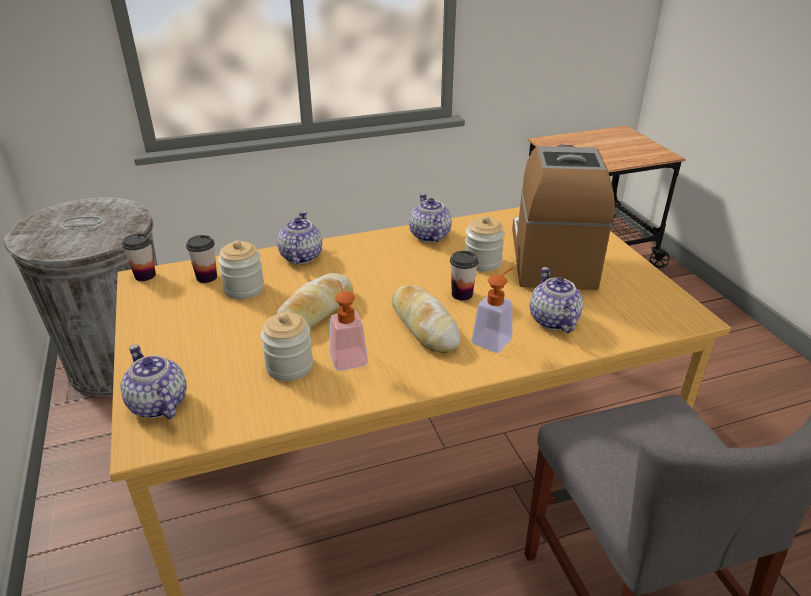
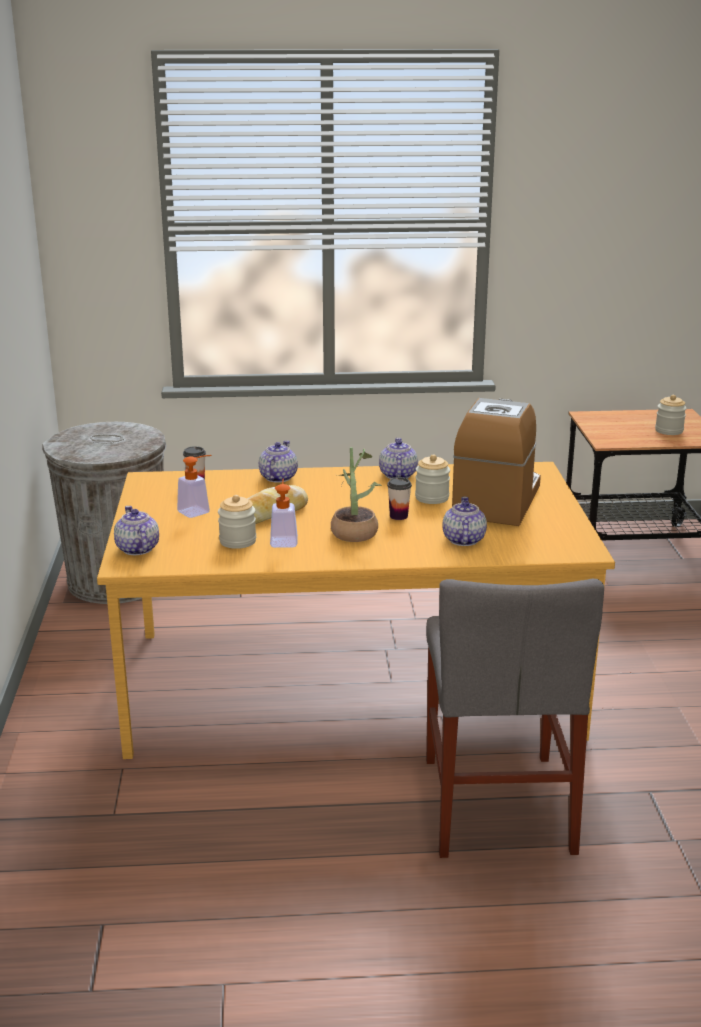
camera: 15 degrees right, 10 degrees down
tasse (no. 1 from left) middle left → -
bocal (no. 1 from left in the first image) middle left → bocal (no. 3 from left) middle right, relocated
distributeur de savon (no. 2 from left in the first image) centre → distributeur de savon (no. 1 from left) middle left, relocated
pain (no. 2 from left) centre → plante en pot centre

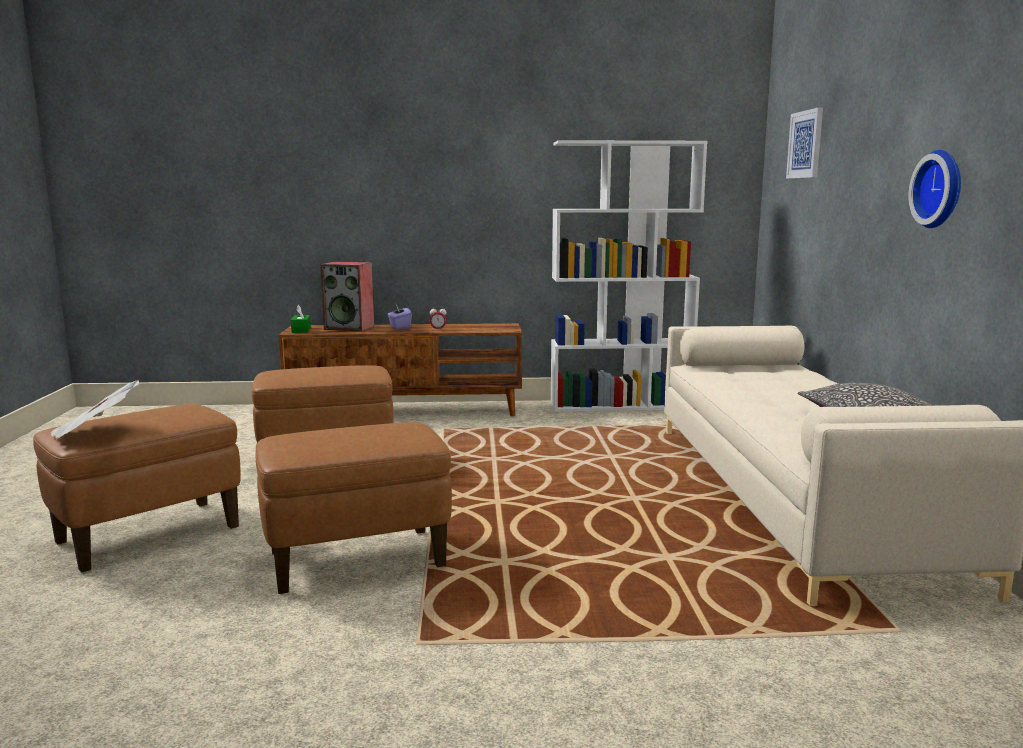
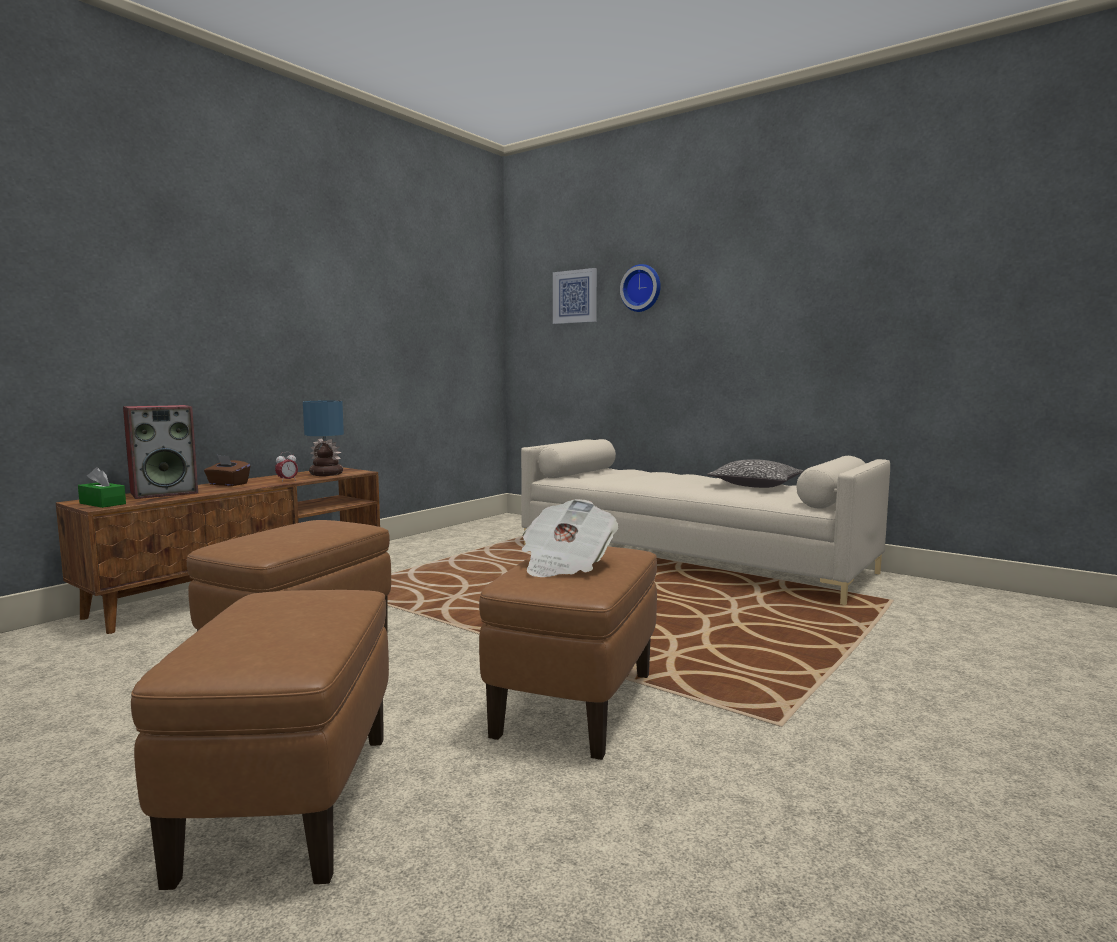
camera: 50 degrees left, 5 degrees down
bibliothèque/blanc centre → -
horloge murale top right → horloge murale top centre, relocated
boîte à mouchoirs/violet centre → boîte à mouchoirs/marron middle left
journal middle left → journal centre, relocated
- → lampe de table middle left

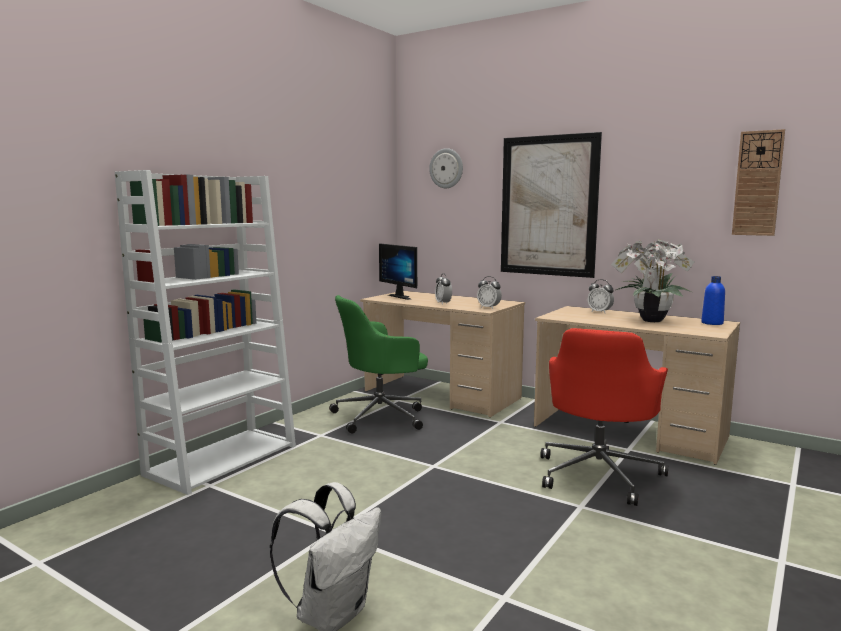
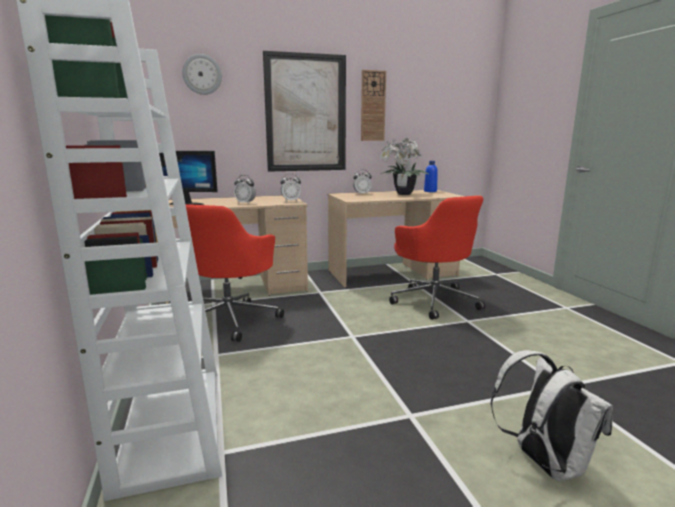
camera: 50 degrees left, 5 degrees up
horloge murale (no. 2 from left) top right → horloge murale (no. 2 from left) top centre, relocated
chaise de bureau/vert centre → chaise de bureau/rouge (no. 1 from left) centre

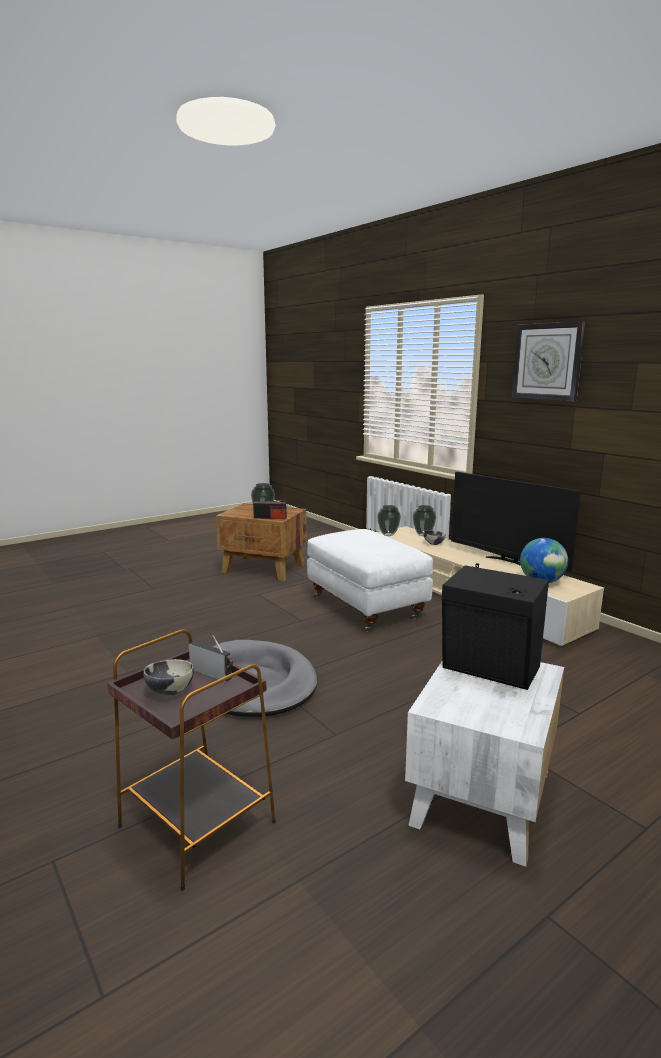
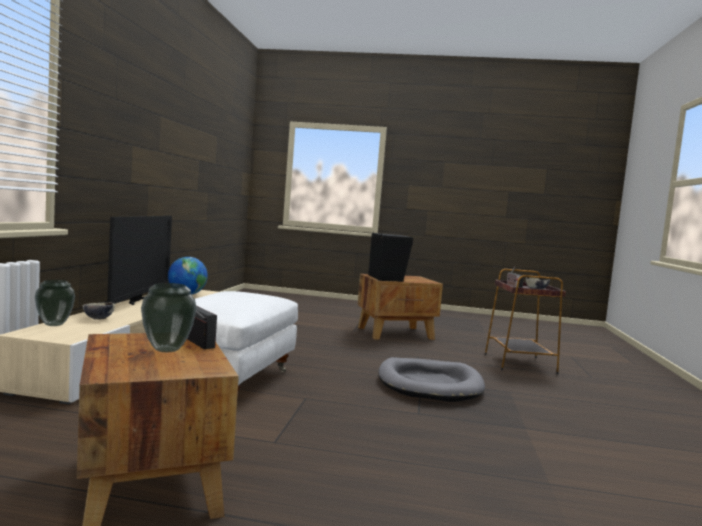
camera: 135 degrees left, 10 degrees down
horloge murale middle right → -
vase (no. 2 from left) centre → -
table d'appoint/blanc bottom right → table d'appoint/marron (no. 2 from left) centre

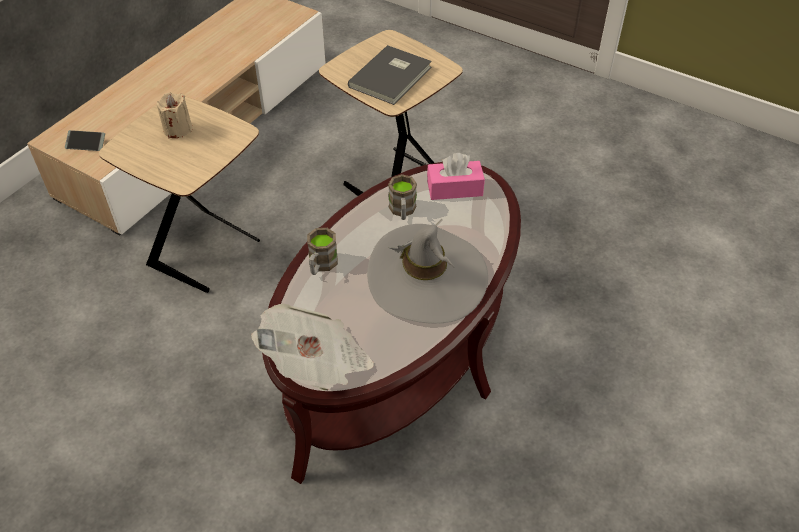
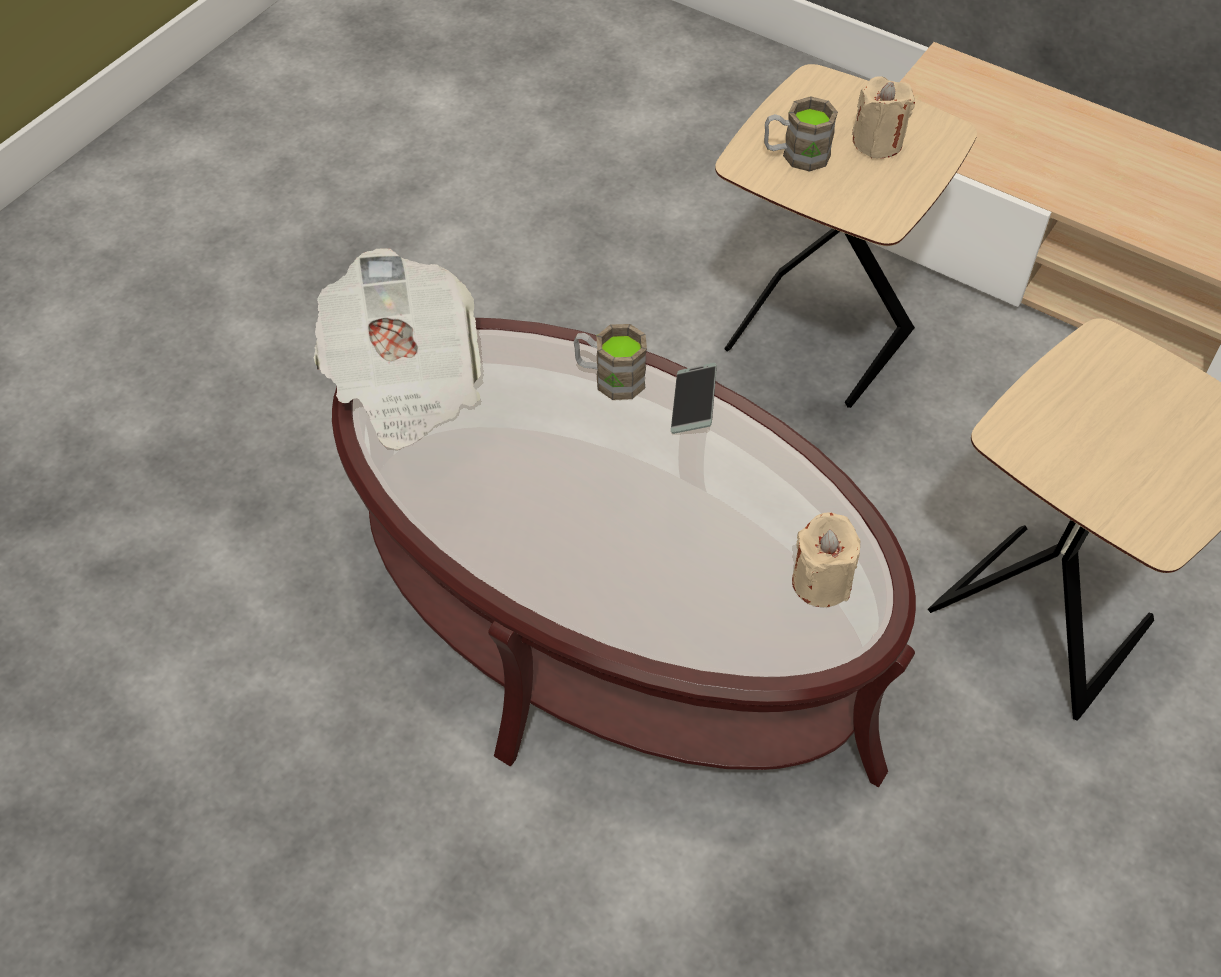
camera: 90 degrees right, 5 degrees up
livre/gris top centre → -
téléphone top left → téléphone centre, relocated
boîte à mouchoirs/rose top centre → bougie/beige (no. 1 from left) middle right
mug/marron (no. 2 from left) centre → mug/marron (no. 2 from left) top centre, relocated
chapeau/gris centre → -

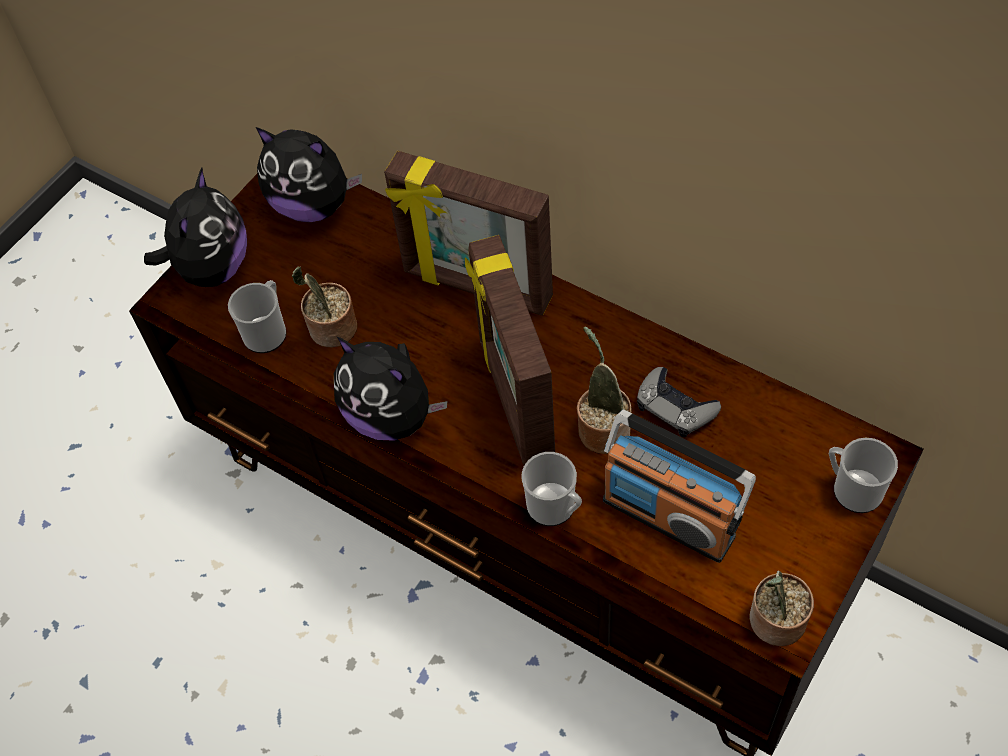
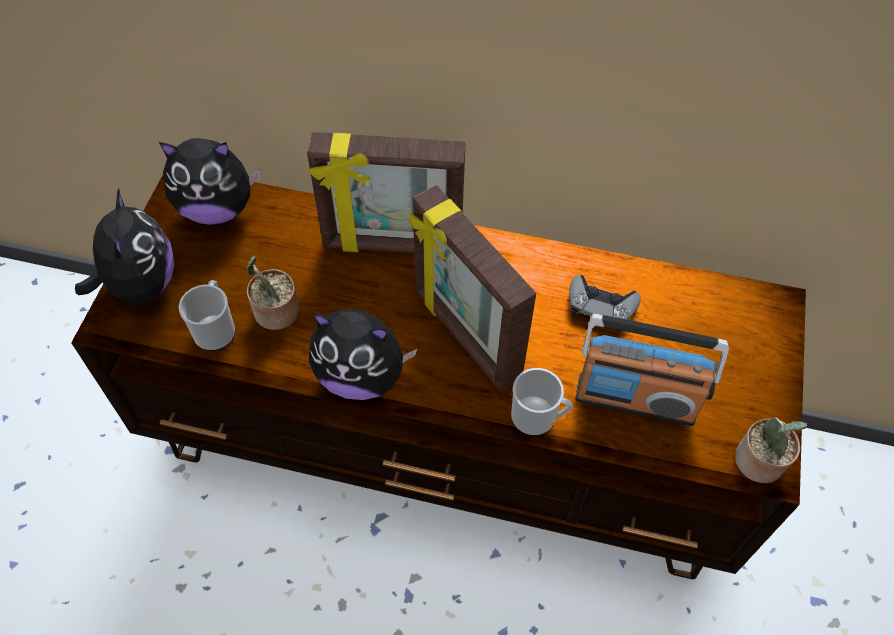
camera: 25 degrees left, 0 degrees up
plante en pot (no. 2 from left) centre → -
mug (no. 3 from left) middle right → -

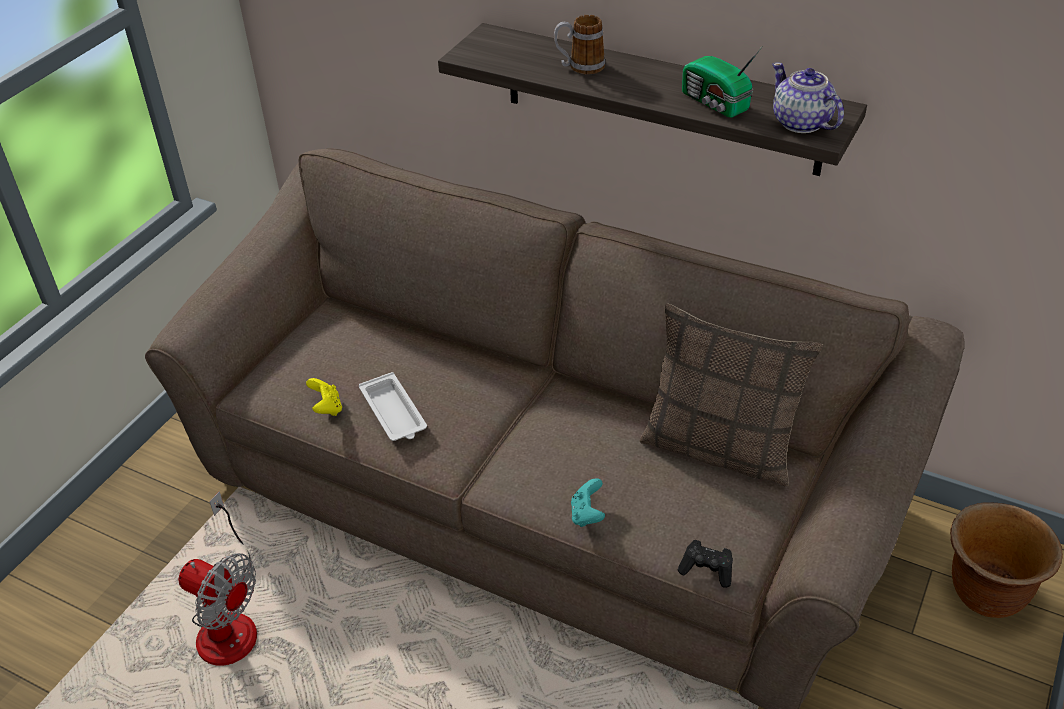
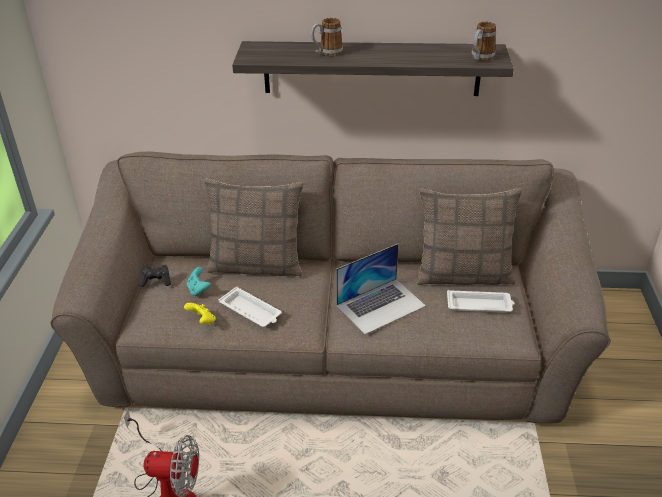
camera: 25 degrees left, 5 degrees down
radio top right → -
théière top right → mug (no. 2 from left) top right
manette/turquoise bottom centre → manette/turquoise middle left, relocated
cache-pot/marron bottom right → -
manette/noir bottom centre → manette/noir middle left, relocated
- → coussin (no. 1 from left) centre
- → ordinateur portable centre
- → plateau/blanc (no. 2 from left) middle right

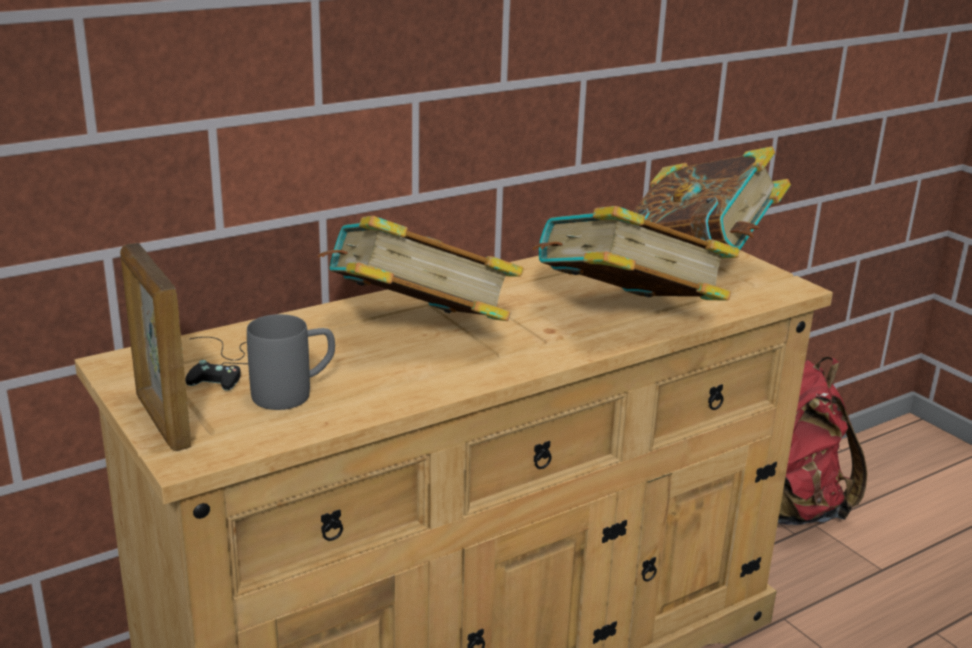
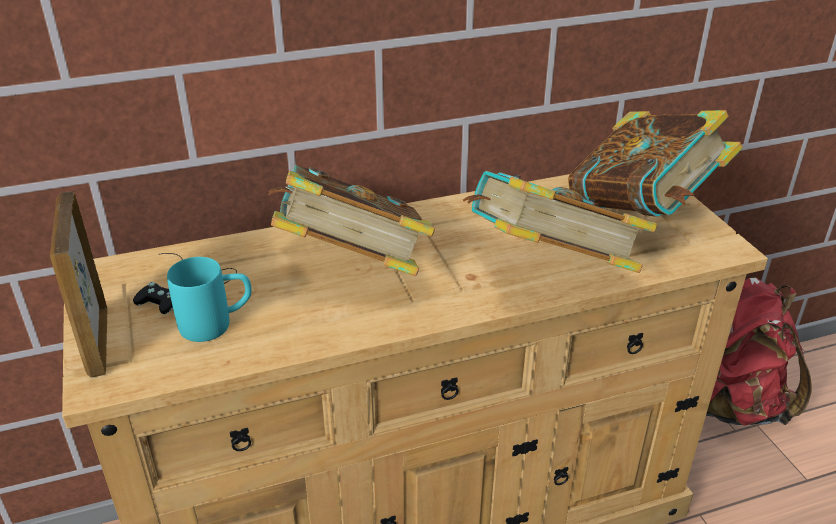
camera: 15 degrees right, 10 degrees up
mug/gris middle left → mug/turquoise middle left

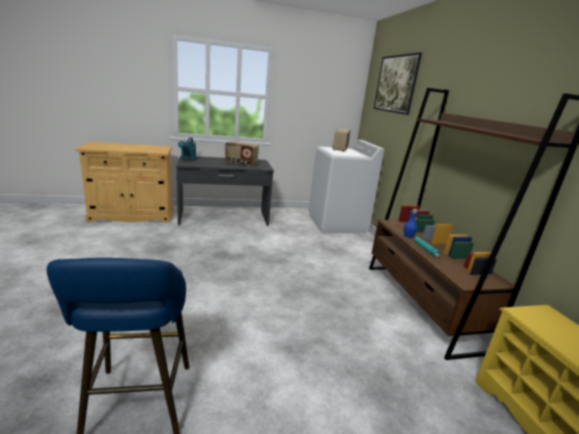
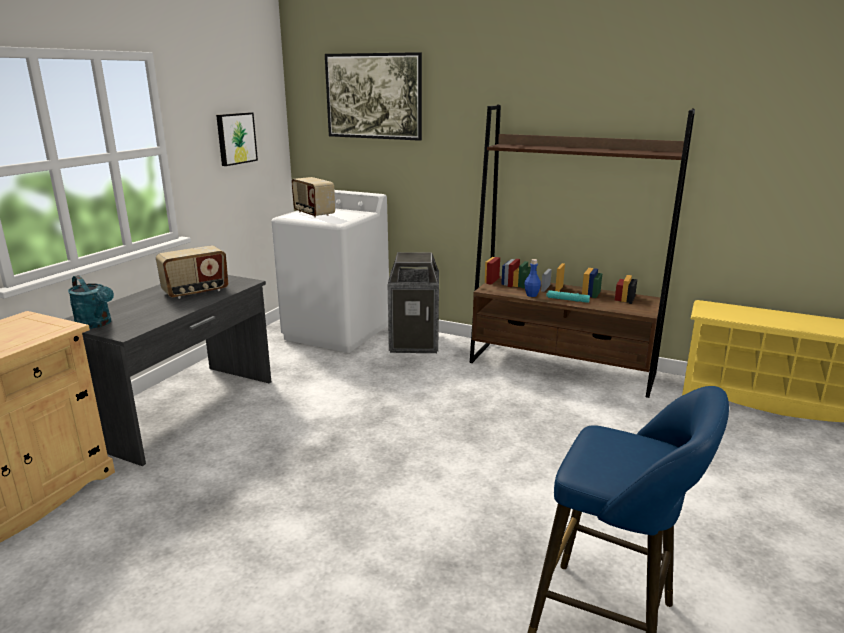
camera: 50 degrees left, 0 degrees up
- → tableau (no. 1 from left) top left
- → poubelle centre

